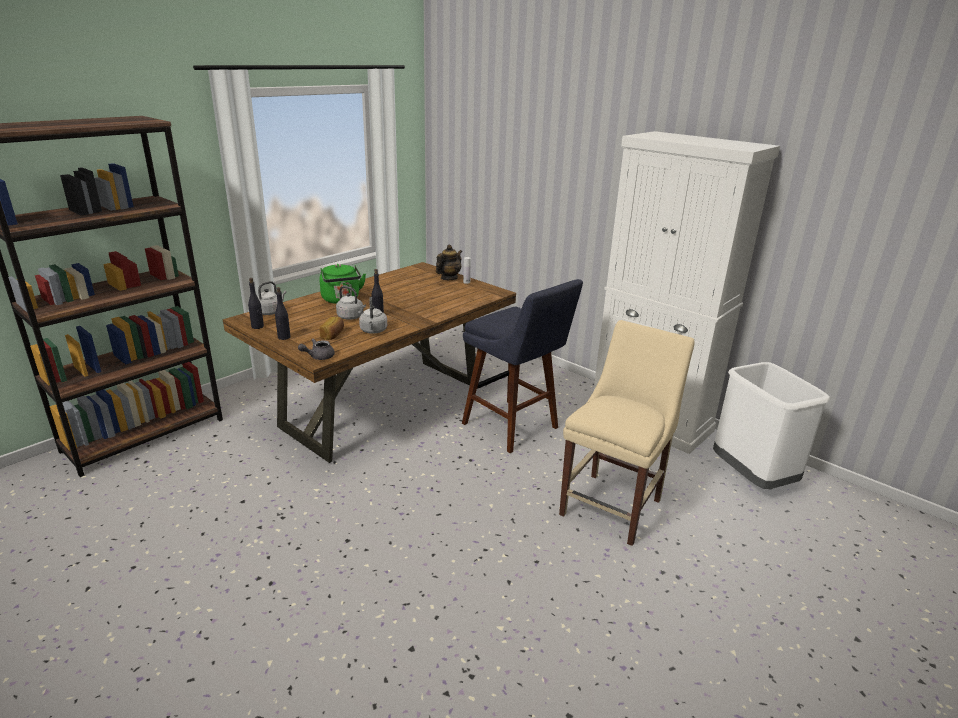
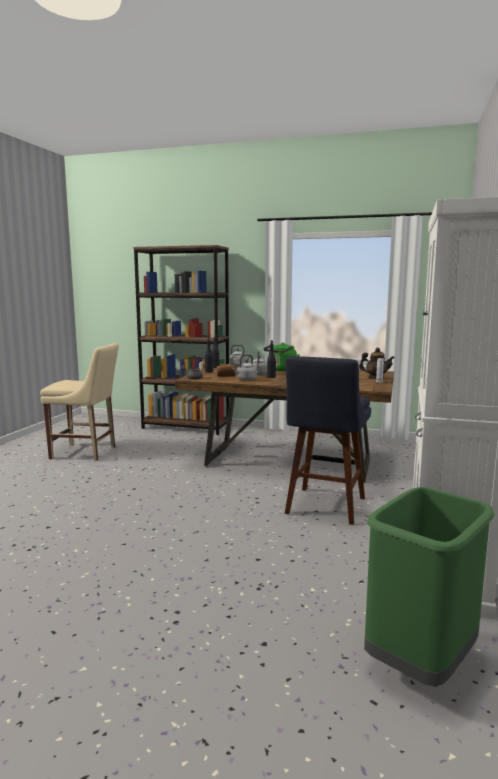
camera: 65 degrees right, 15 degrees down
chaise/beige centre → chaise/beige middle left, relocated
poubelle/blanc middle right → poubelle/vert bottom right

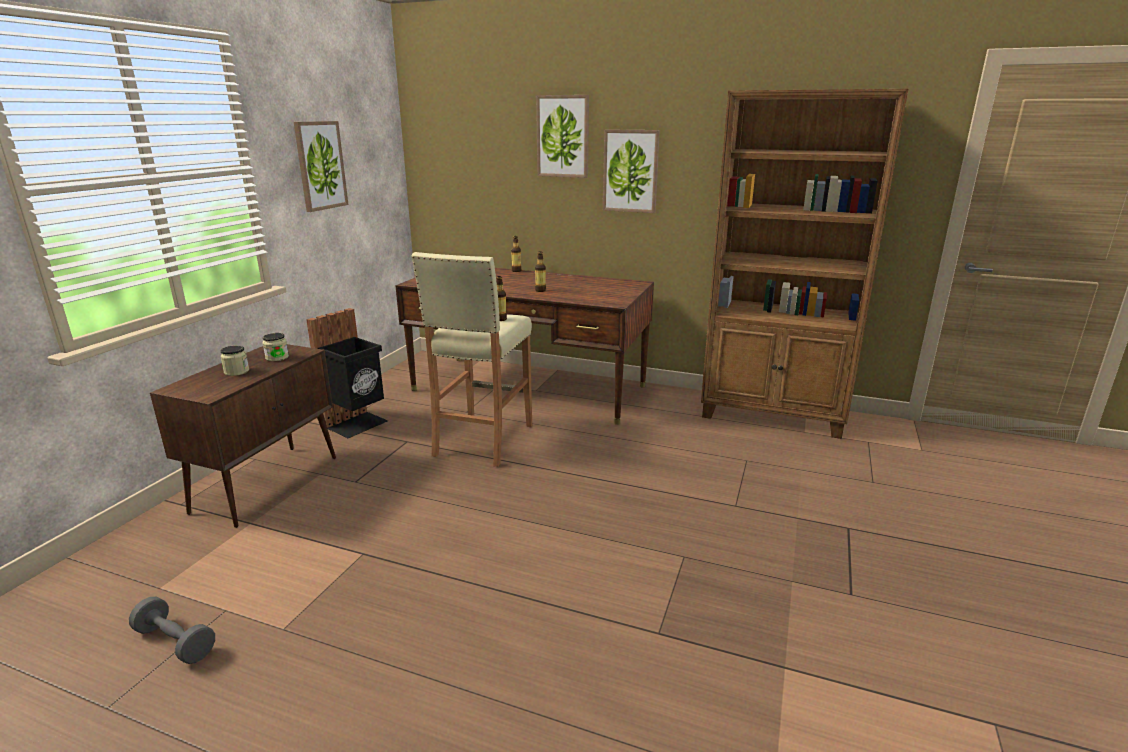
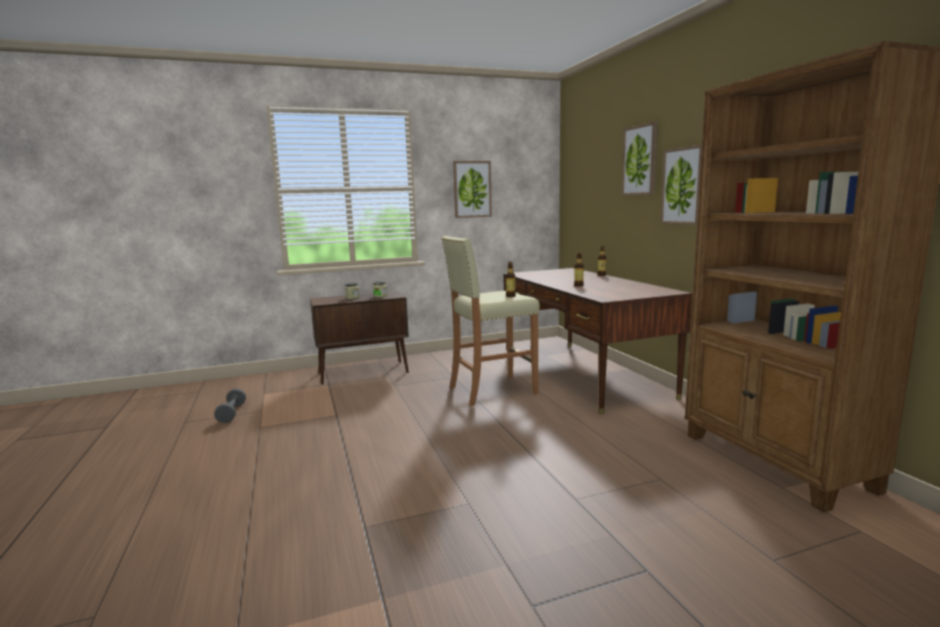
camera: 50 degrees right, 10 degrees down
poubelle/noir middle left → -

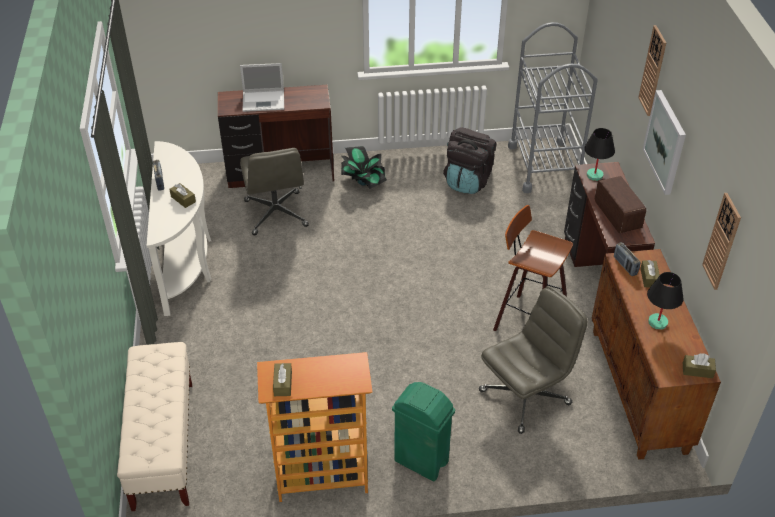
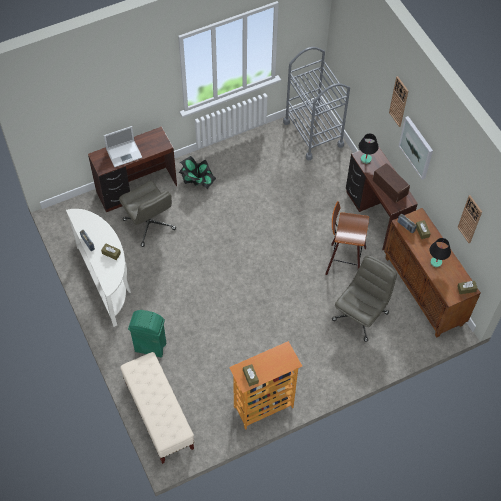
camera: 20 degrees left, 15 degrees up
sac à dos/noir top centre → -
poubelle/vert bottom centre → poubelle/vert middle left, relocated

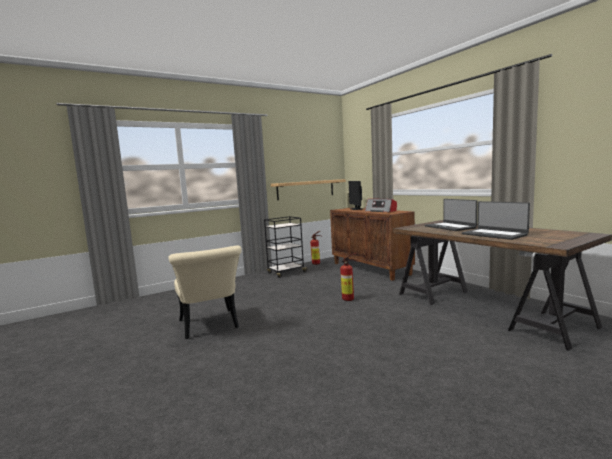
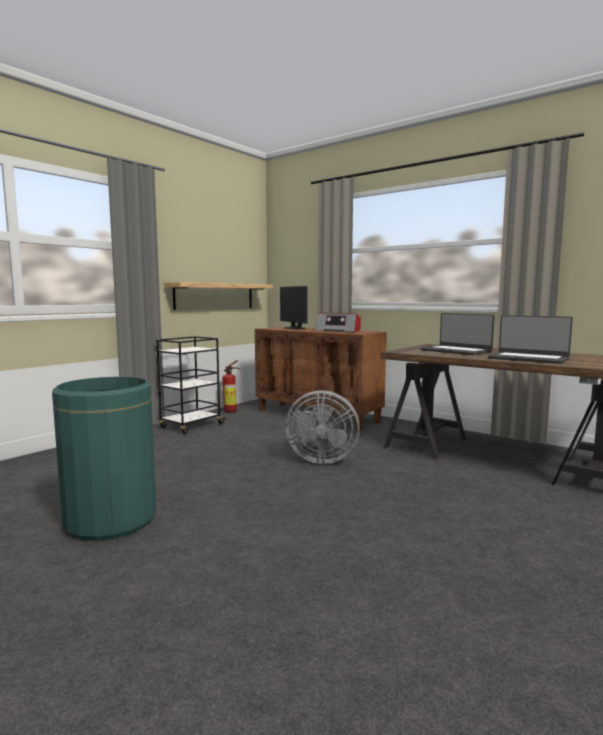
camera: 20 degrees left, 0 degrees up
chaise/beige centre → poubelle/vert middle left
extincteur (no. 2 from left) centre → ventilateur/gris centre

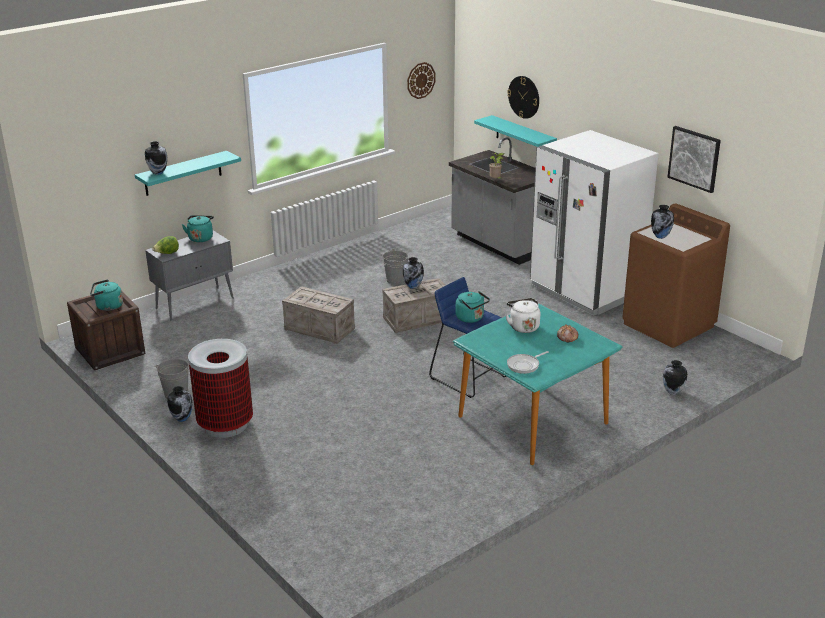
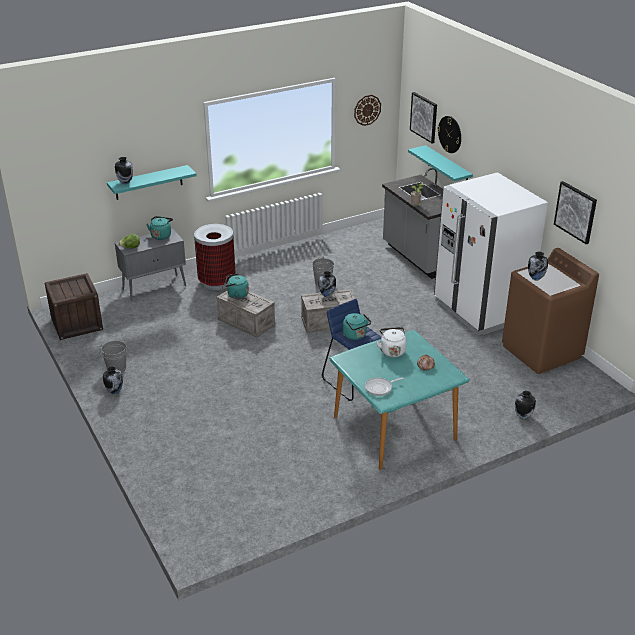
camera: 10 degrees right, 5 degrees up
bouilloire/turquoise (no. 1 from left in the first image) middle left → bouilloire/turquoise (no. 2 from left) centre, relocated
poubelle middle left → poubelle centre, relocated
- → tableau (no. 1 from left) top centre

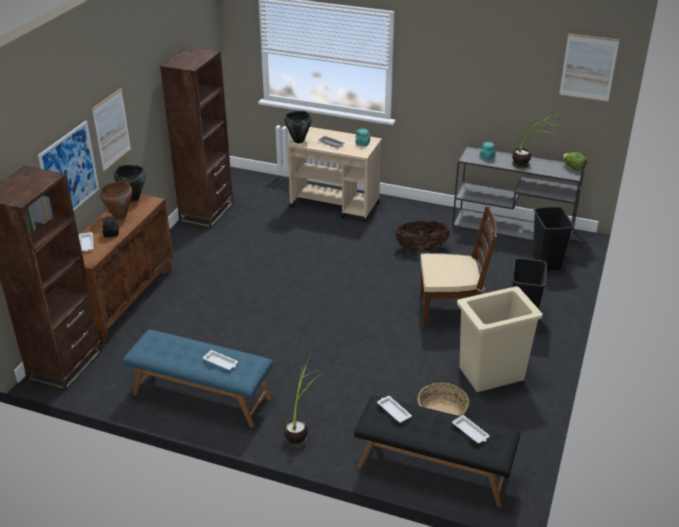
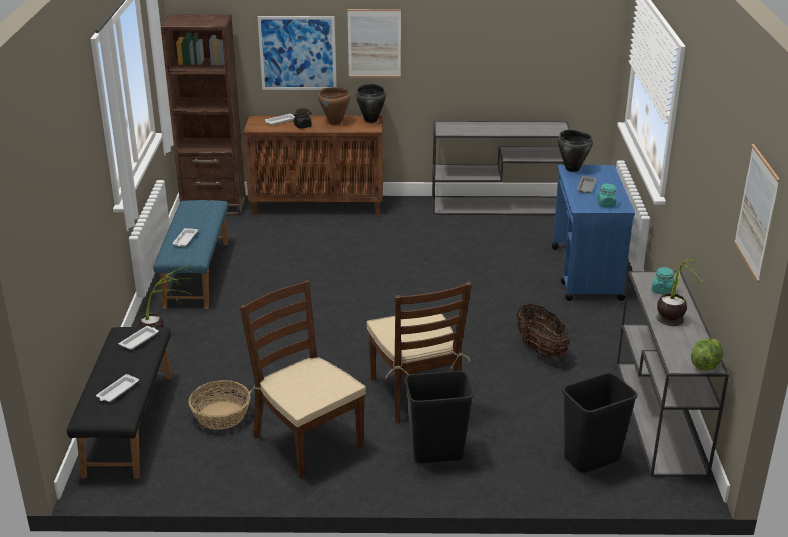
camera: 70 degrees right, 5 degrees down
bibliothèque/marron (no. 2 from left) top left → table console/gris (no. 1 from left) top centre
chariot/beige top centre → chariot/bleu middle right
poubelle/beige middle right → chaise/marron (no. 1 from left) bottom centre

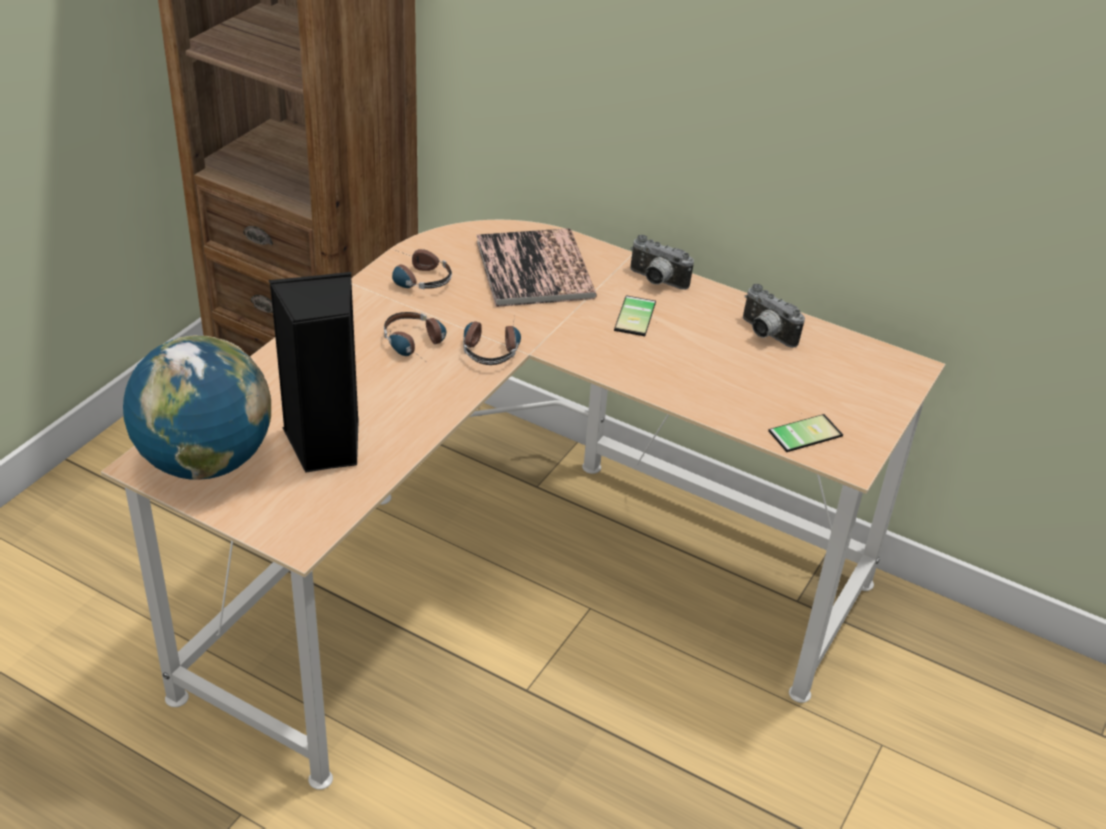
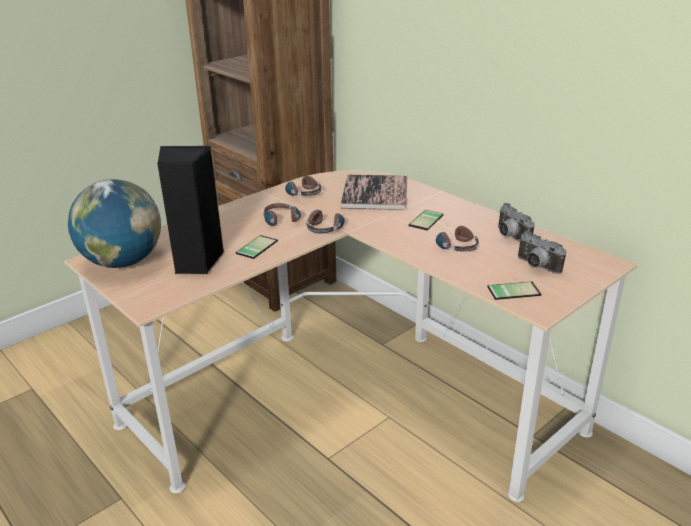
camera: 20 degrees right, 10 degrees down
appareil photo (no. 1 from left in the first image) top centre → appareil photo (no. 2 from left) middle right, relocated
- → casque audio (no. 4 from left) centre
- → téléphone (no. 1 from left) centre

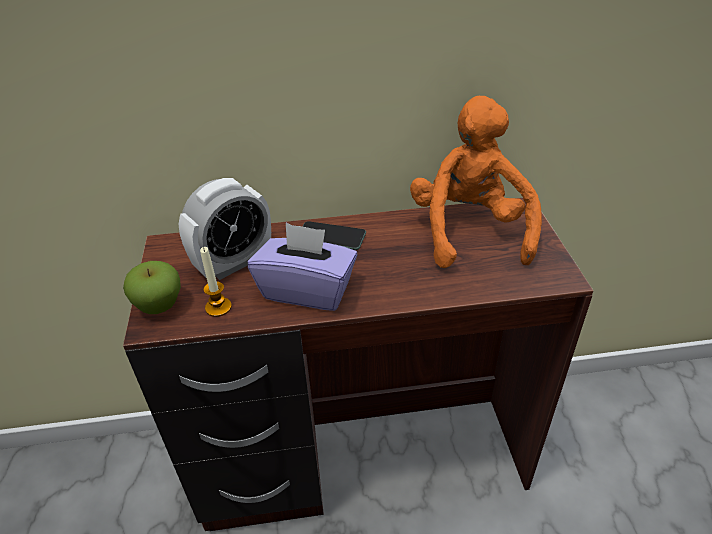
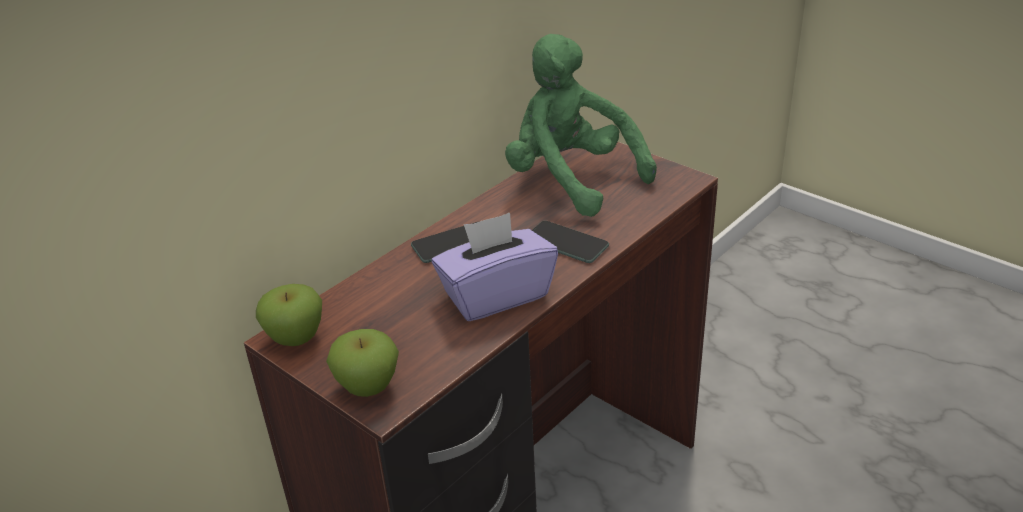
camera: 40 degrees left, 5 degrees down
peluche/orange middle right → peluche/vert top centre
réveil middle left → -
bougie middle left → -
- → téléphone (no. 2 from left) centre
- → pomme (no. 1 from left) middle left

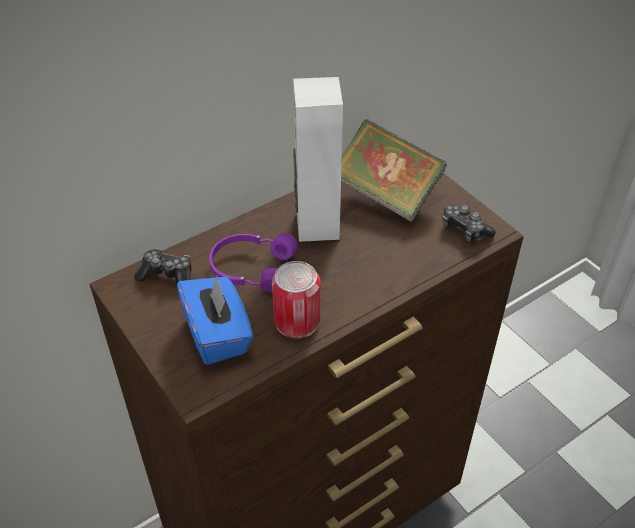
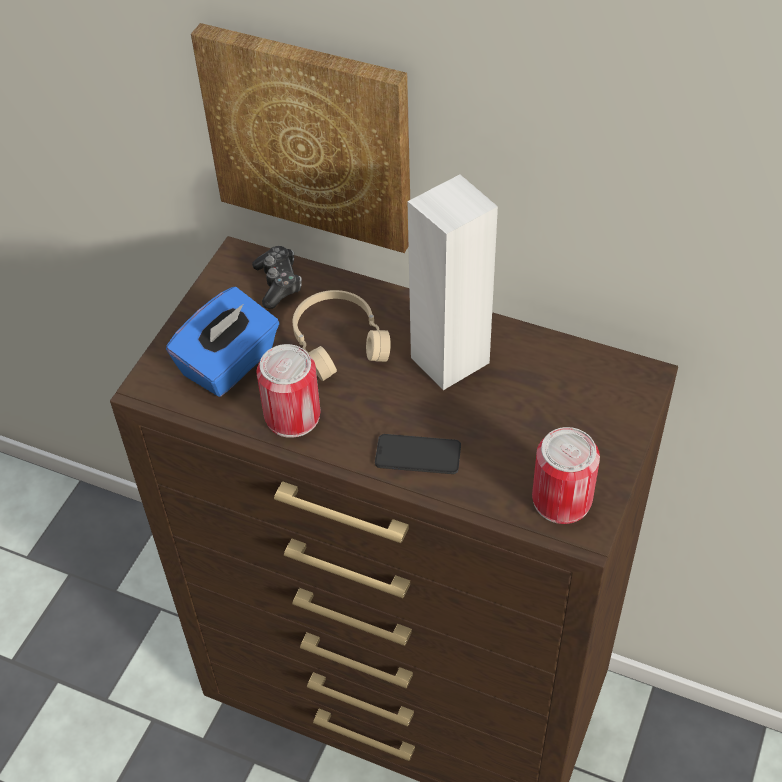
camera: 60 degrees right, 5 degrees up
livre top centre → -
manette (no. 2 from left) middle right → boîte métallique (no. 2 from left) middle right
casque audio/violet centre → casque audio/beige centre
- → tableau top centre
- → téléphone centre

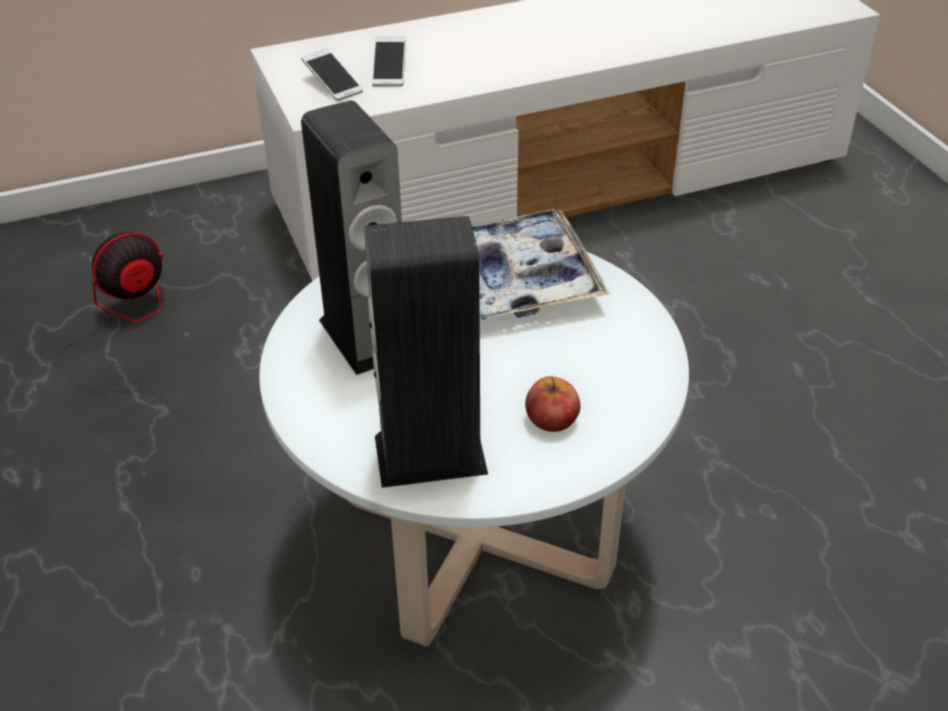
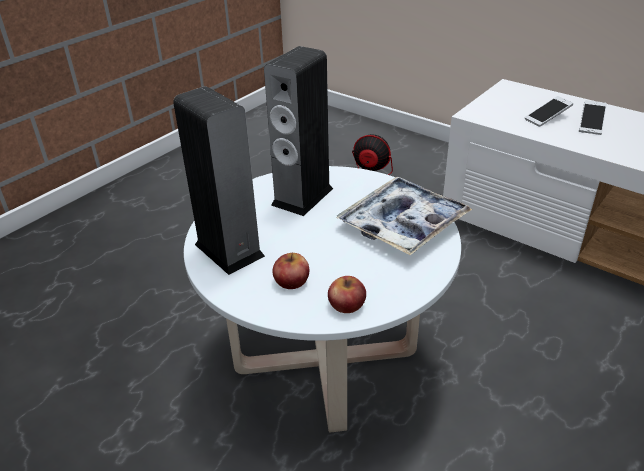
camera: 60 degrees right, 5 degrees down
téléphone (no. 1 from left in the first image) top centre → téléphone (no. 2 from left) top right, relocated
- → pomme (no. 2 from left) centre

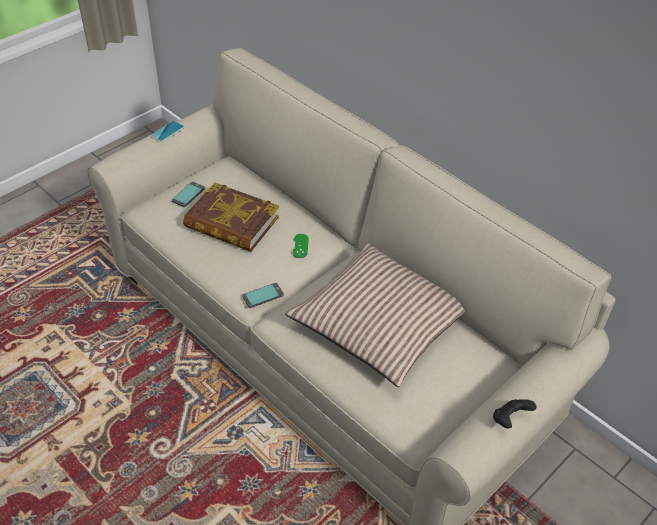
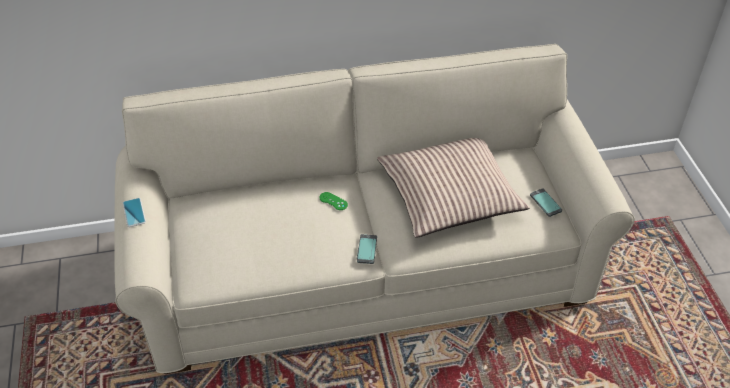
camera: 55 degrees left, 0 degrees up
téléphone (no. 2 from left in the first image) middle left → téléphone (no. 3 from left) middle right, relocated
livre centre → -
manette/noir bottom right → -

